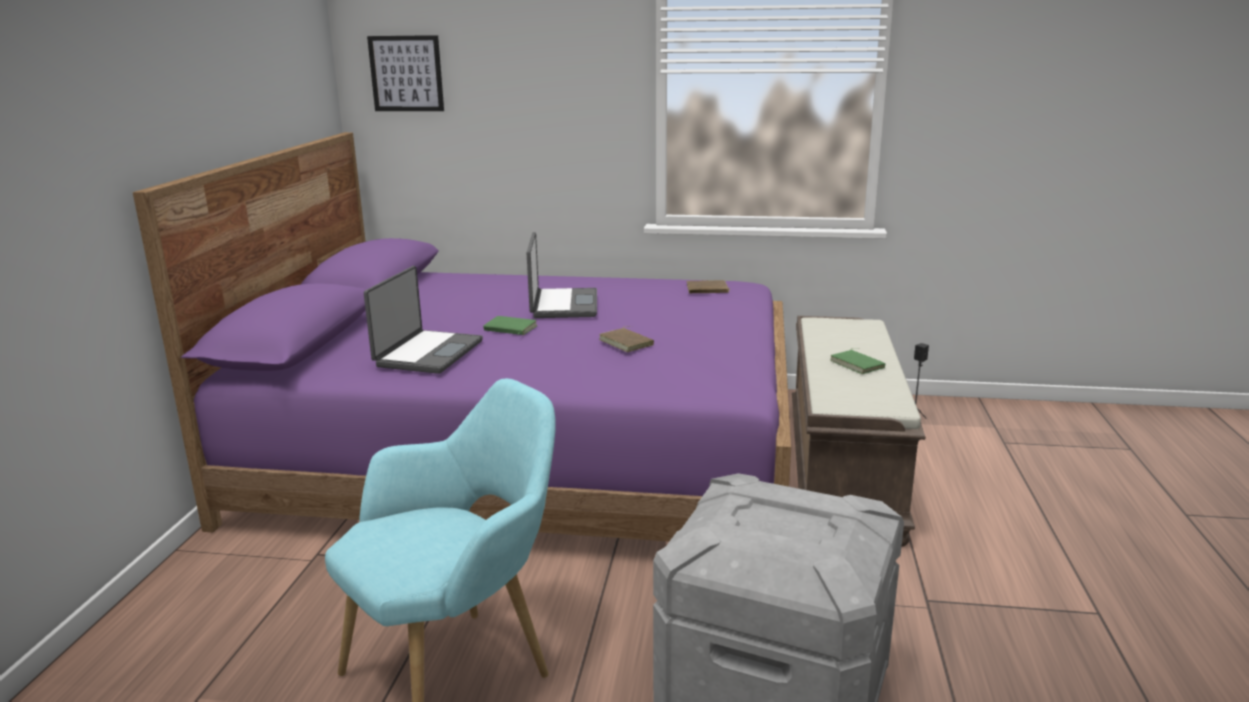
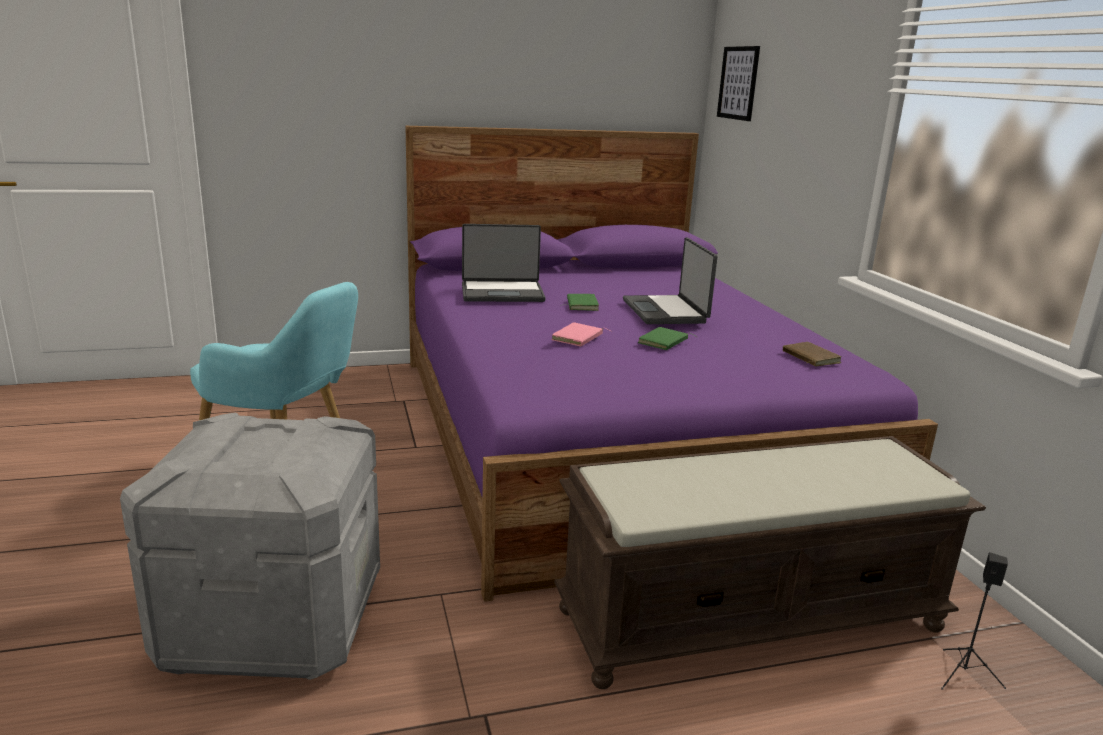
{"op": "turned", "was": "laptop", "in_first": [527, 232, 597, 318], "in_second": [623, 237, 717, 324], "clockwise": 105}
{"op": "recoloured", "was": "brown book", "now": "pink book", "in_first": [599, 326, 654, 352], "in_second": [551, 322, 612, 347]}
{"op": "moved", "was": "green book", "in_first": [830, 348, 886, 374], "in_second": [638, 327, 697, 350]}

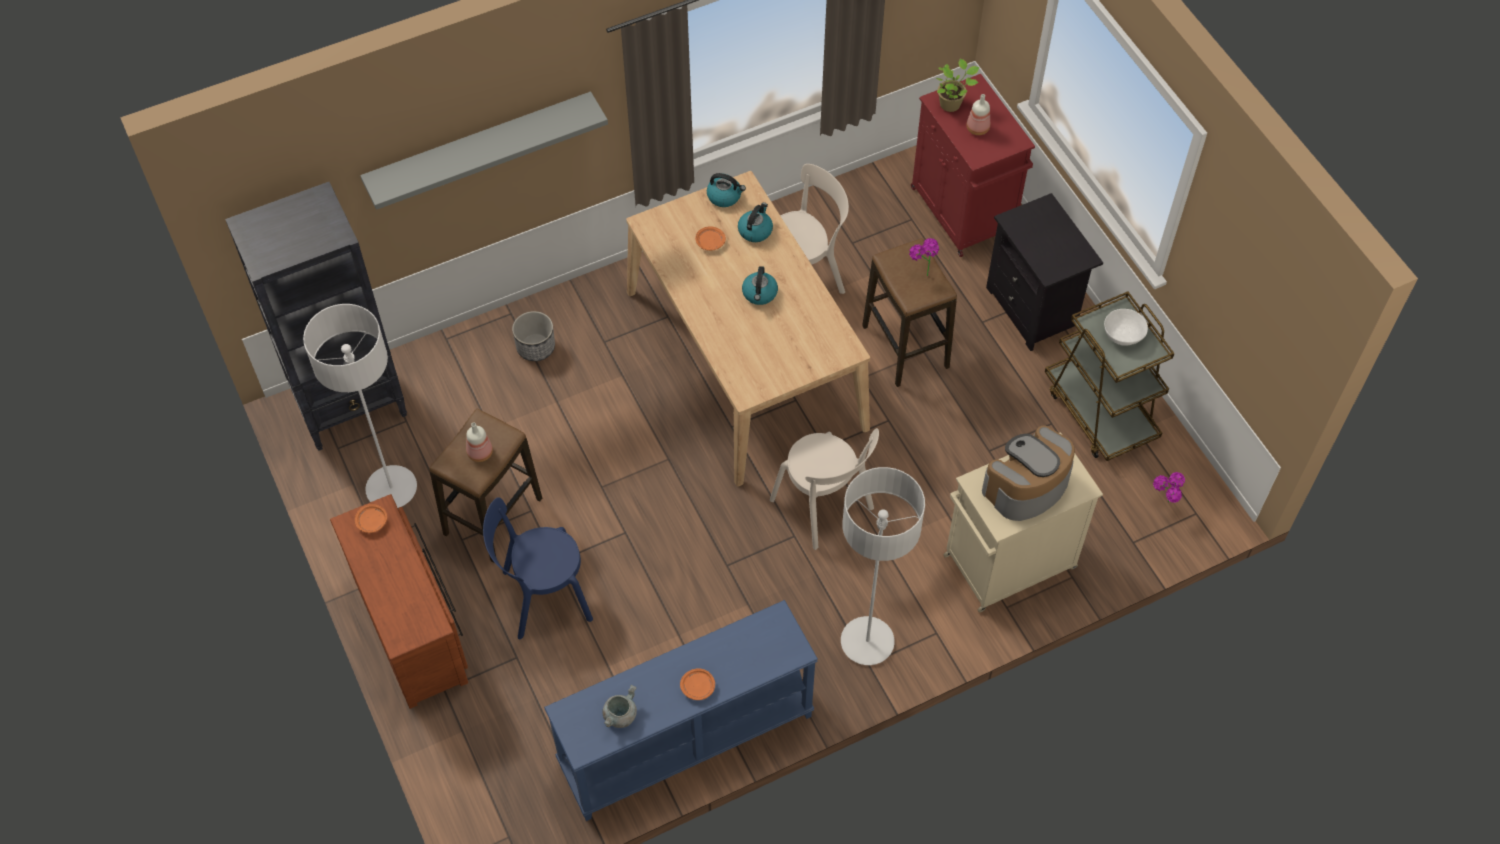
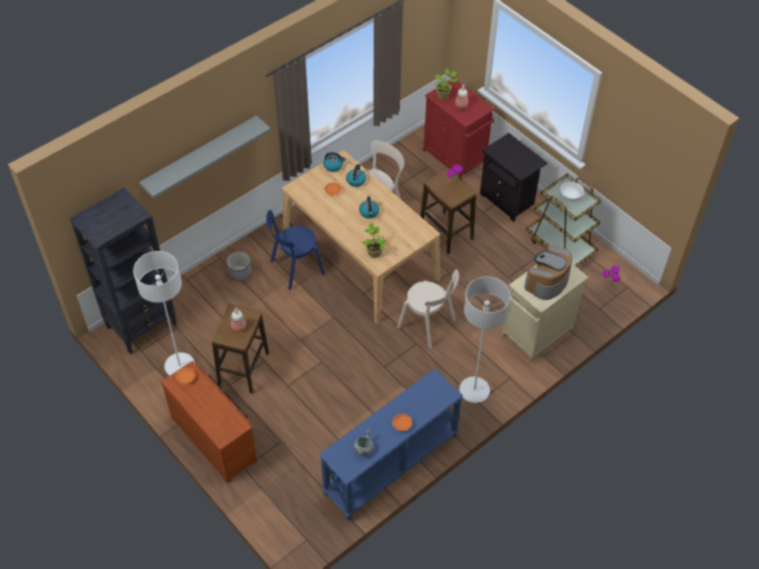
{"op": "moved", "was": "blue chair", "in_first": [483, 497, 593, 639], "in_second": [266, 210, 325, 290]}
{"op": "added", "now": "potted plant", "in_second": [362, 223, 386, 258]}

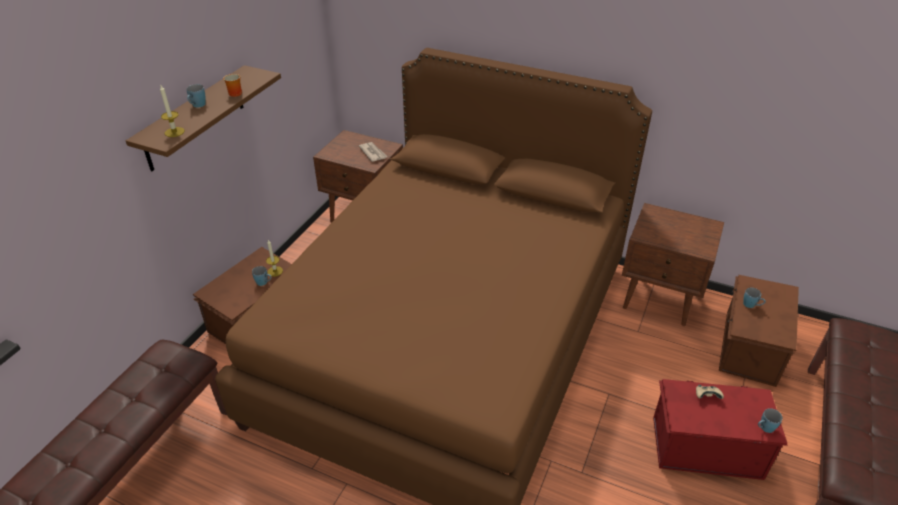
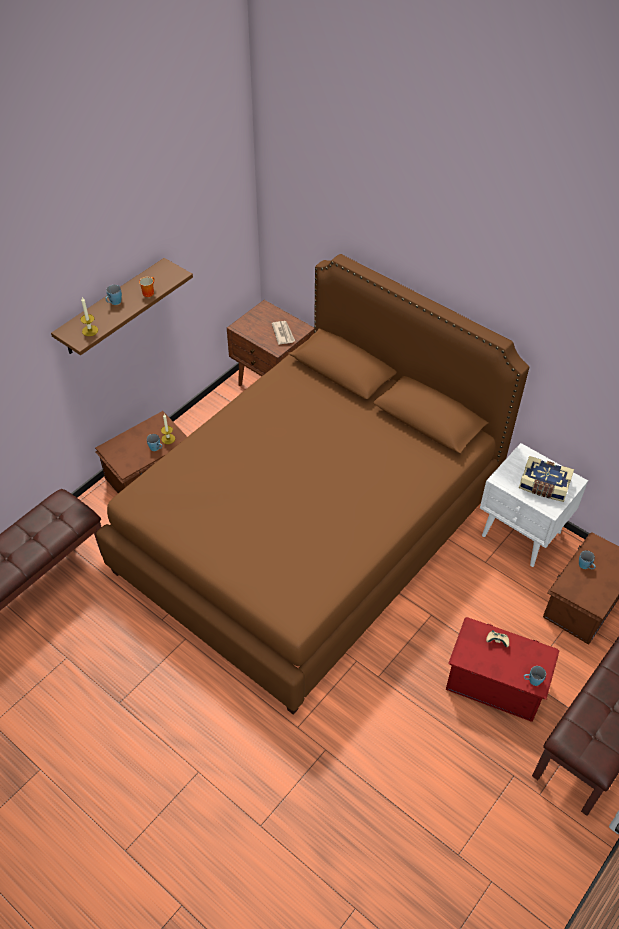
{"op": "recoloured", "was": "brown nightstand", "now": "white nightstand", "in_first": [622, 203, 724, 326], "in_second": [480, 443, 588, 567]}
{"op": "added", "now": "book", "in_second": [519, 456, 574, 502]}

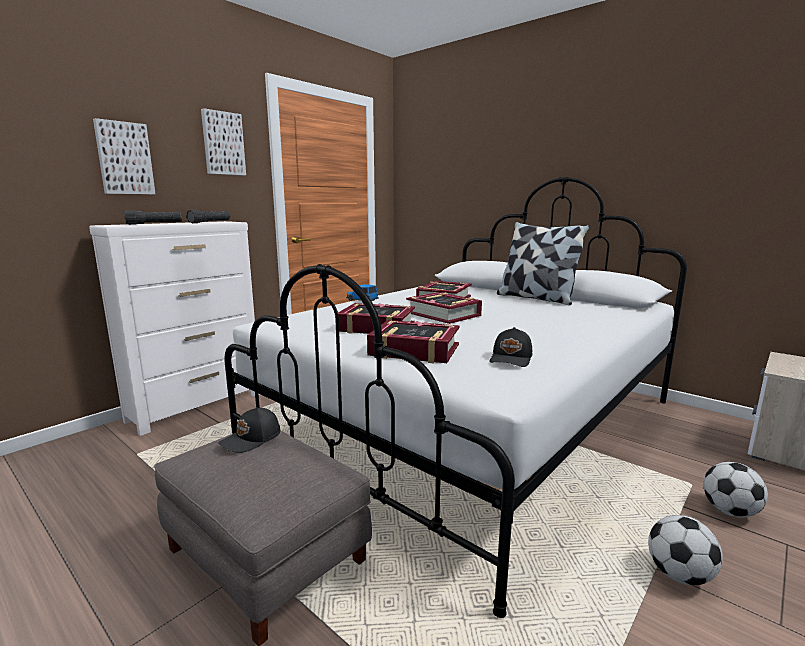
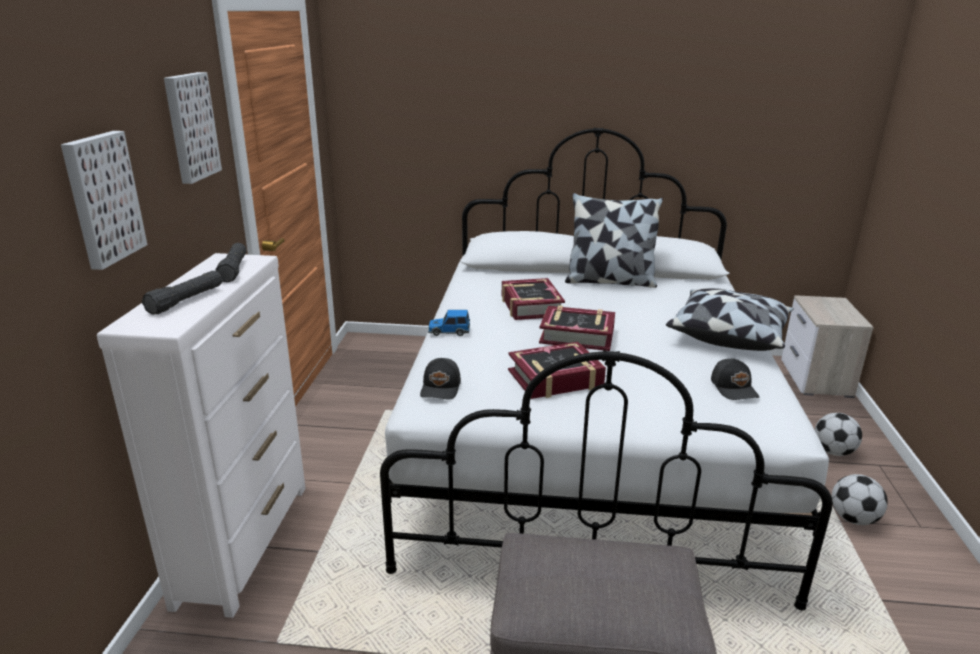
{"op": "removed", "was": "book", "in_first": [367, 320, 460, 364]}
{"op": "moved", "was": "black cap", "in_first": [218, 407, 280, 453], "in_second": [420, 358, 461, 400]}
{"op": "added", "now": "pillow", "in_second": [666, 288, 794, 351]}

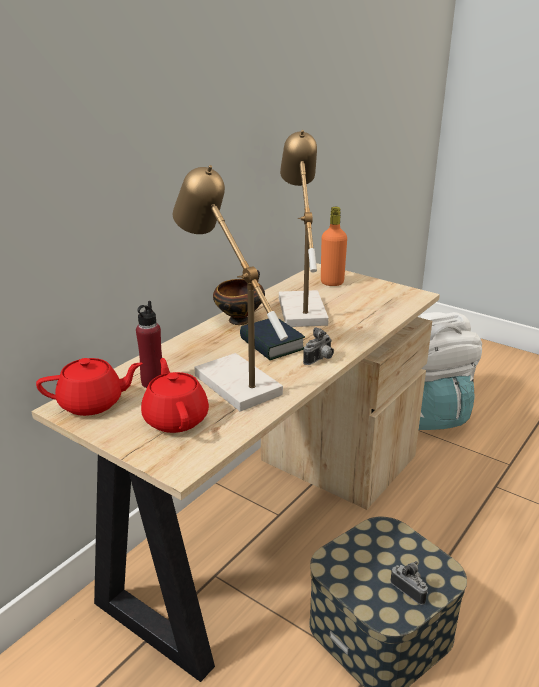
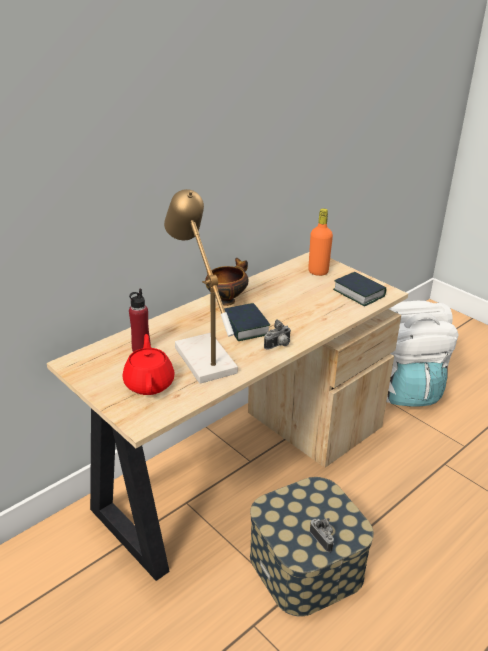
{"op": "removed", "was": "table lamp", "in_first": [279, 130, 329, 327]}
{"op": "removed", "was": "red teapot", "in_first": [36, 358, 143, 416]}
{"op": "added", "now": "book", "in_second": [333, 272, 386, 306]}

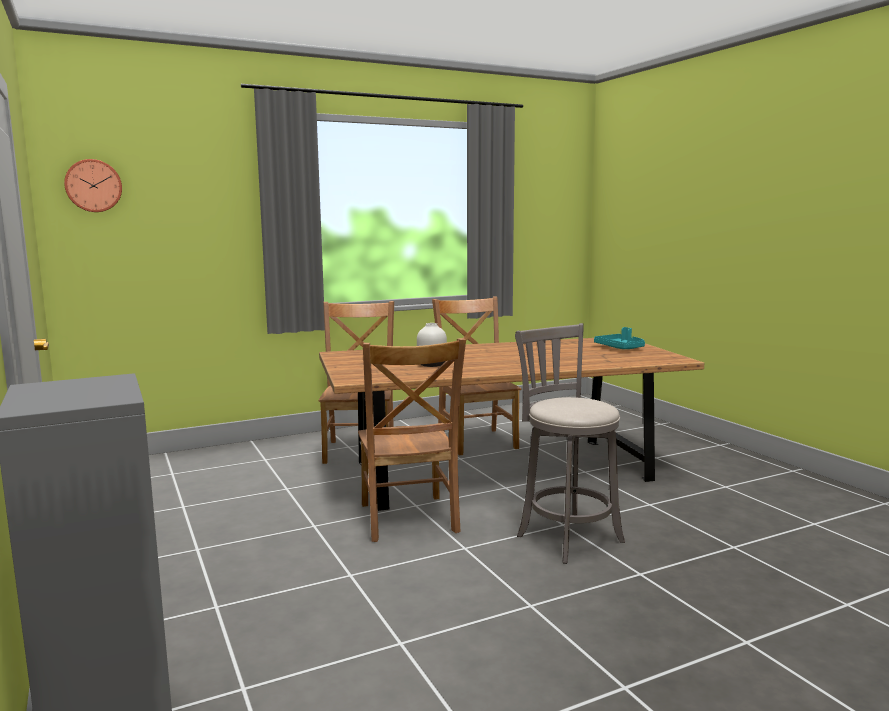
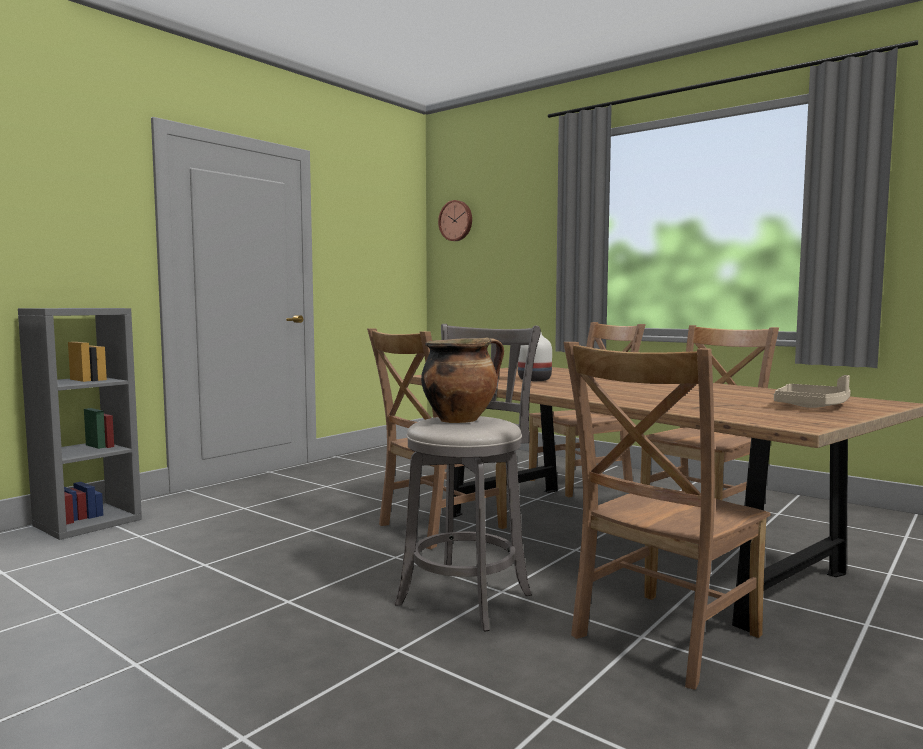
{"op": "recoloured", "was": "turquoise tray", "now": "beige tray", "in_first": [594, 327, 645, 349], "in_second": [774, 375, 851, 408]}
{"op": "added", "now": "cooking pot", "in_second": [421, 338, 504, 423]}
{"op": "added", "now": "brown chair", "in_second": [563, 342, 771, 690]}

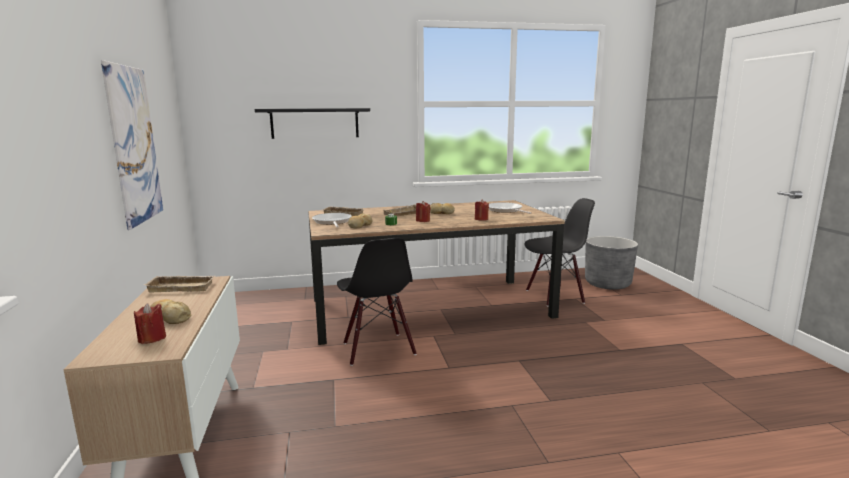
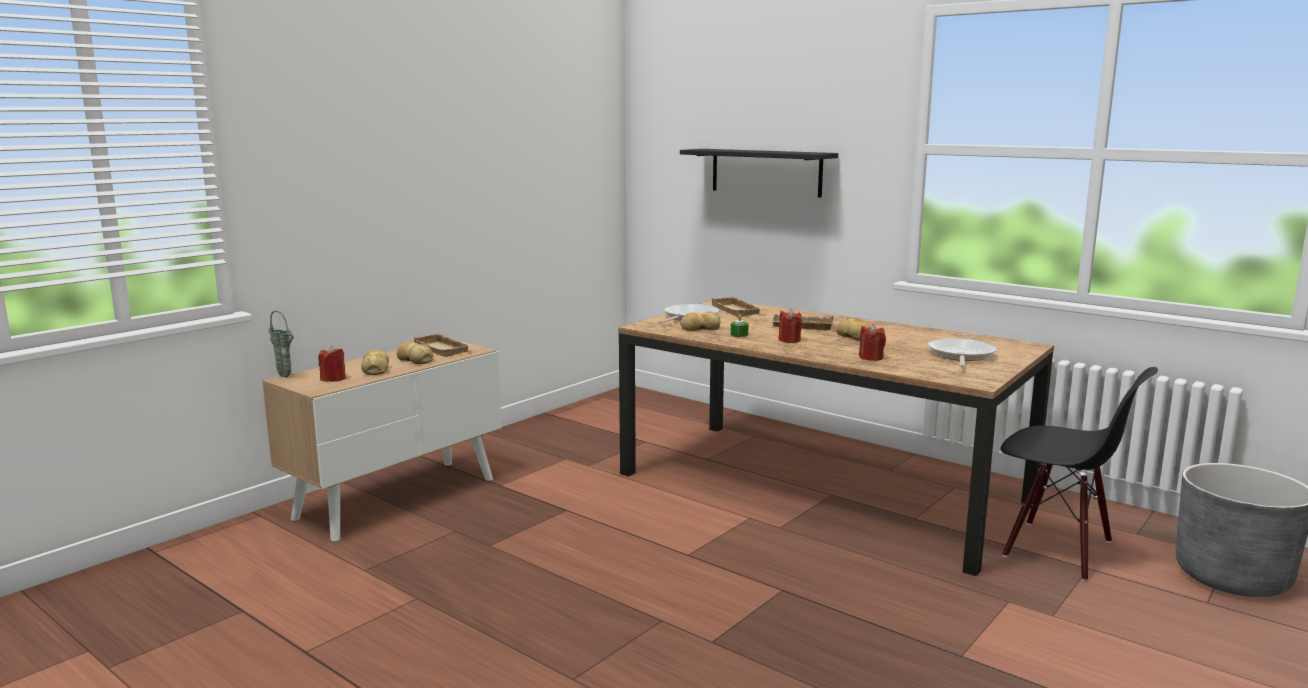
{"op": "removed", "was": "picture", "in_first": [101, 60, 163, 230]}
{"op": "removed", "was": "black chair", "in_first": [337, 238, 417, 366]}
{"op": "added", "now": "green vase", "in_second": [268, 310, 294, 377]}
{"op": "added", "now": "bread", "in_second": [397, 342, 434, 364]}

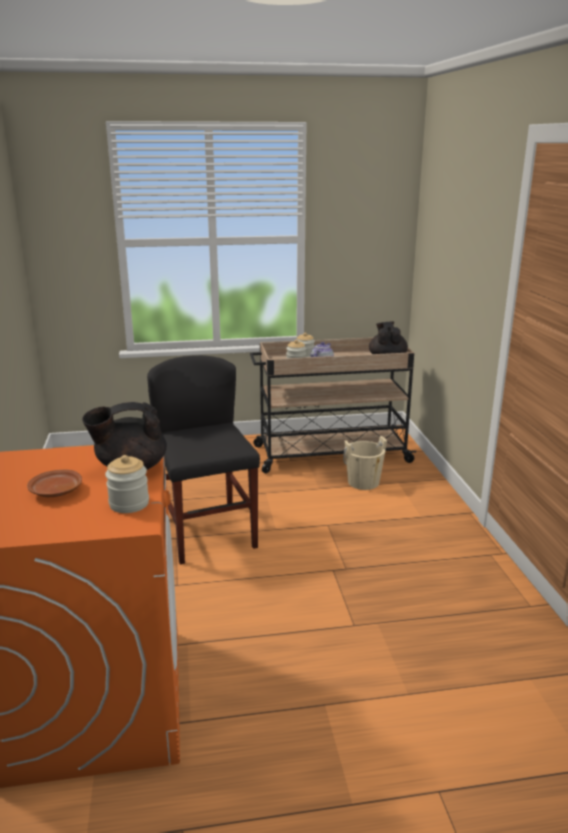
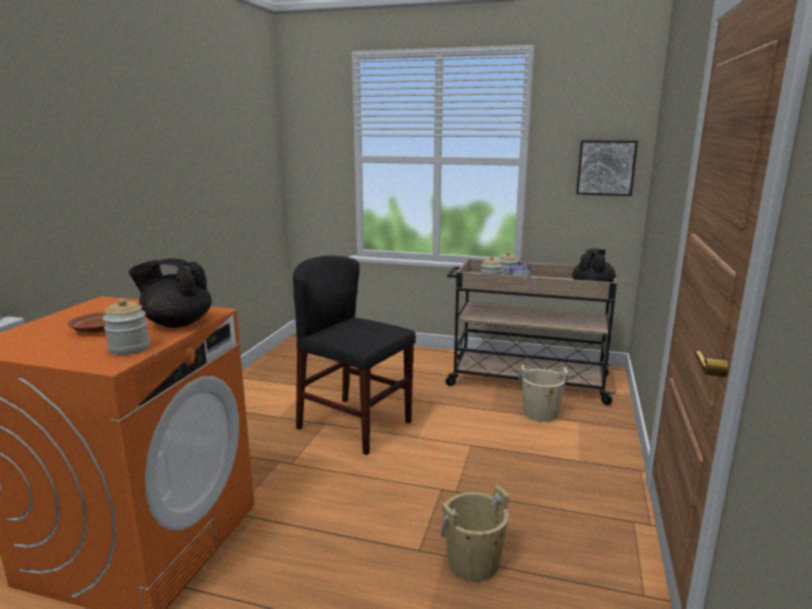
{"op": "turned", "was": "black chair", "in_first": [147, 355, 260, 565], "in_second": [293, 256, 416, 455], "clockwise": -60}
{"op": "added", "now": "picture", "in_second": [576, 140, 638, 196]}
{"op": "added", "now": "beige bucket", "in_second": [441, 485, 509, 582]}

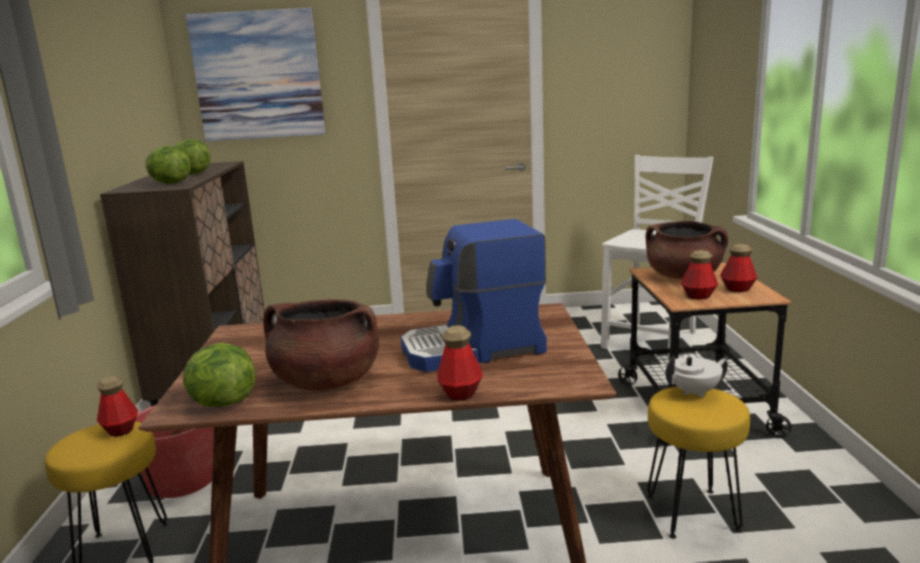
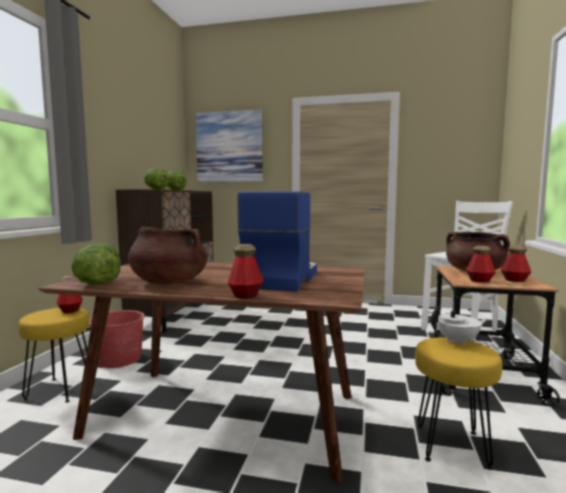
{"op": "turned", "was": "coffee machine", "in_first": [401, 219, 547, 372], "in_second": [237, 191, 317, 292], "clockwise": 105}

